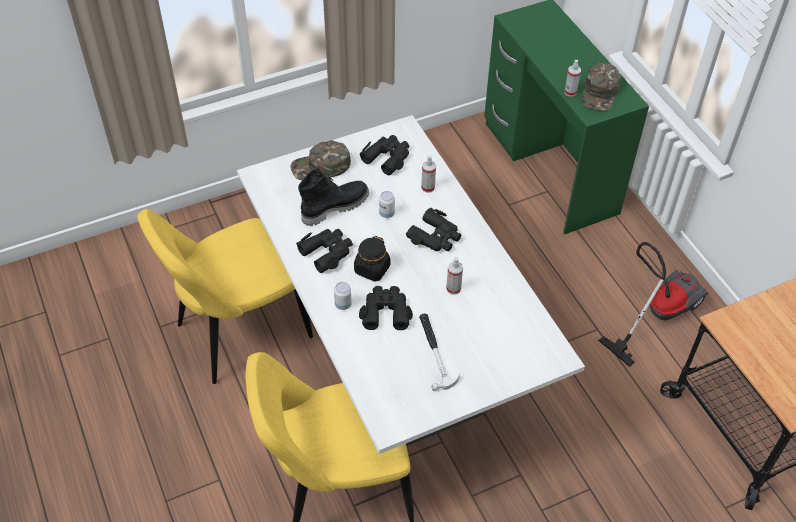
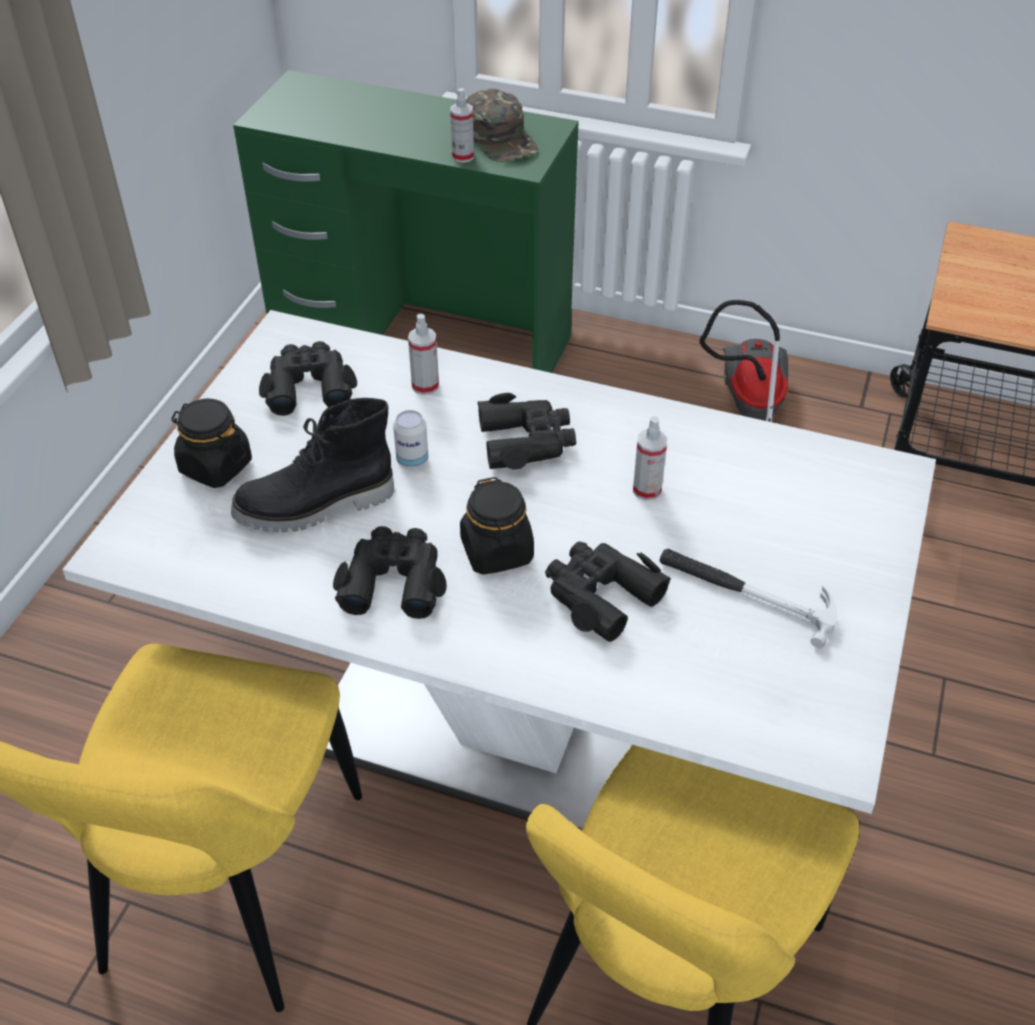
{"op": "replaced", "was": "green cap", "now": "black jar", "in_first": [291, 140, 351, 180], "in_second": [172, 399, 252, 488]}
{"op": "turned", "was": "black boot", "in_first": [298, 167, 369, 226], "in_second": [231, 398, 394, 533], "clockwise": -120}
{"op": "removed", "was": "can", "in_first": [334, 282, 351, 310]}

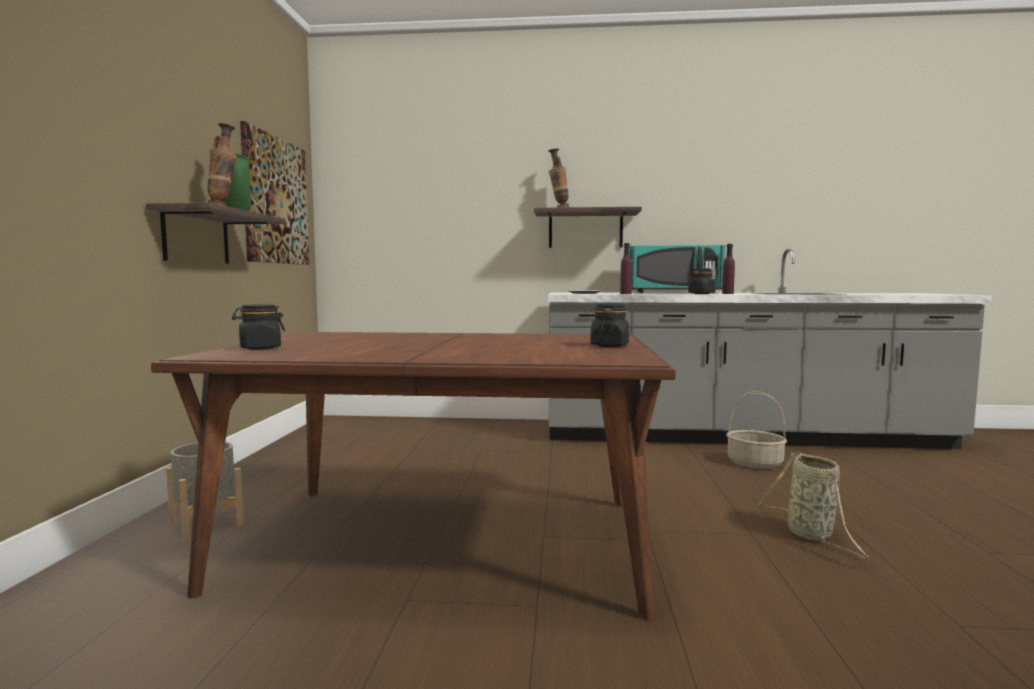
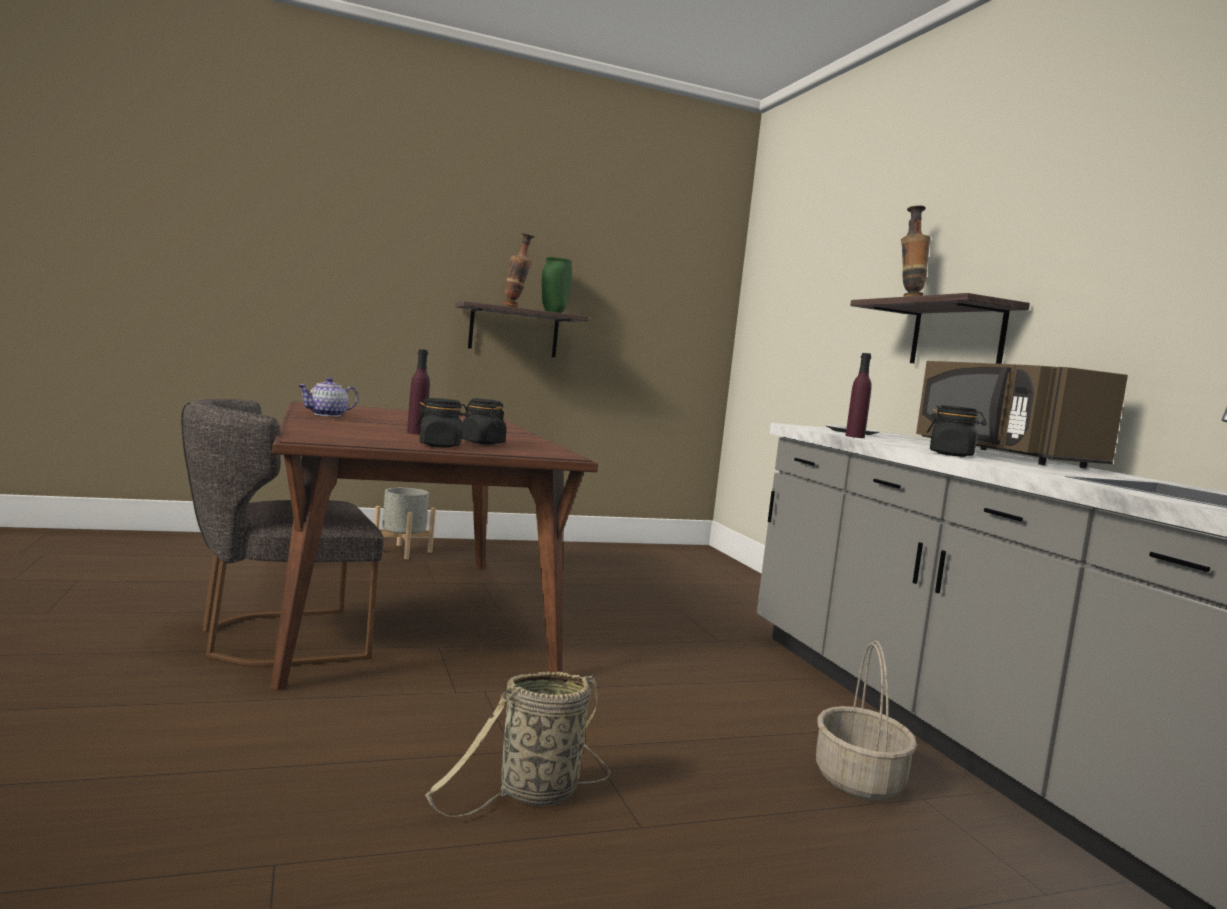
{"op": "removed", "was": "picture", "in_first": [240, 121, 309, 265]}
{"op": "moved", "was": "purple bottle", "in_first": [722, 244, 735, 294], "in_second": [407, 349, 430, 435]}
{"op": "recoloured", "was": "turquoise microwave", "now": "brown microwave", "in_first": [629, 245, 725, 293], "in_second": [916, 361, 1128, 468]}
{"op": "moved", "was": "black jar", "in_first": [232, 304, 285, 350], "in_second": [461, 399, 507, 444]}
{"op": "added", "now": "teapot", "in_second": [298, 377, 359, 417]}
{"op": "added", "now": "grey chair", "in_second": [181, 399, 383, 667]}

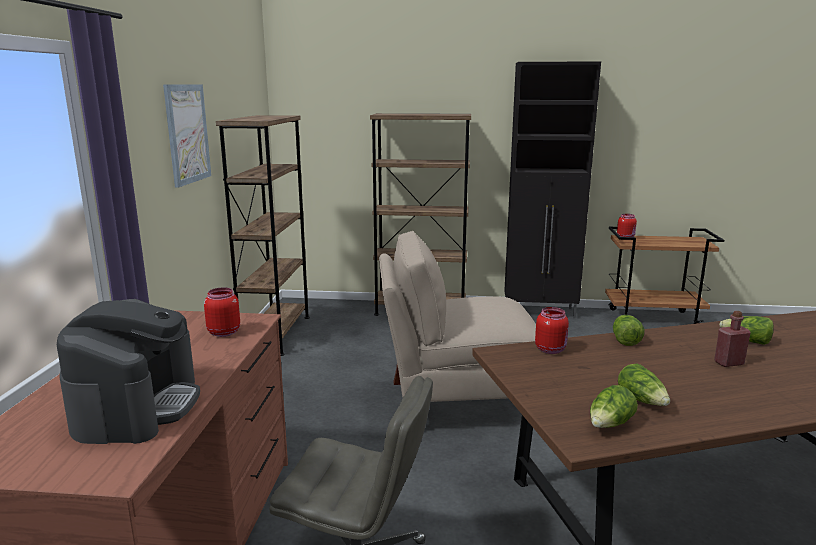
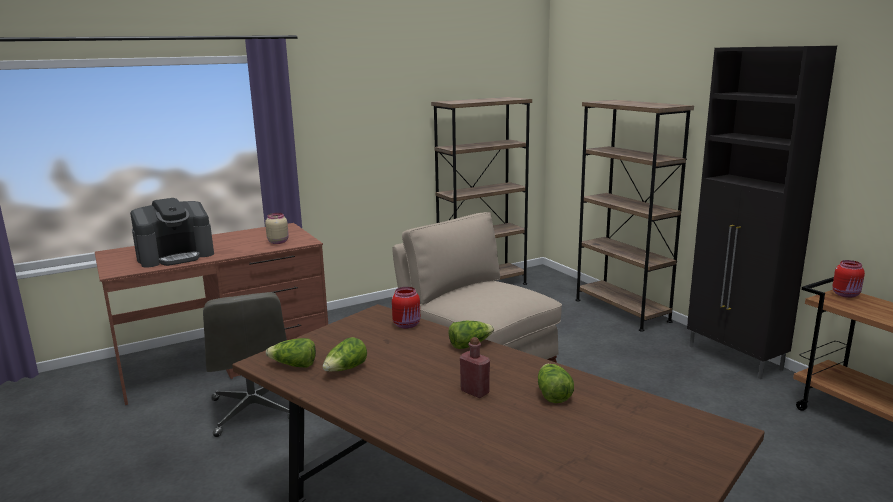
{"op": "removed", "was": "picture", "in_first": [163, 84, 211, 188]}
{"op": "recoloured", "was": "red jar", "now": "beige jar", "in_first": [204, 287, 240, 337], "in_second": [265, 213, 289, 244]}

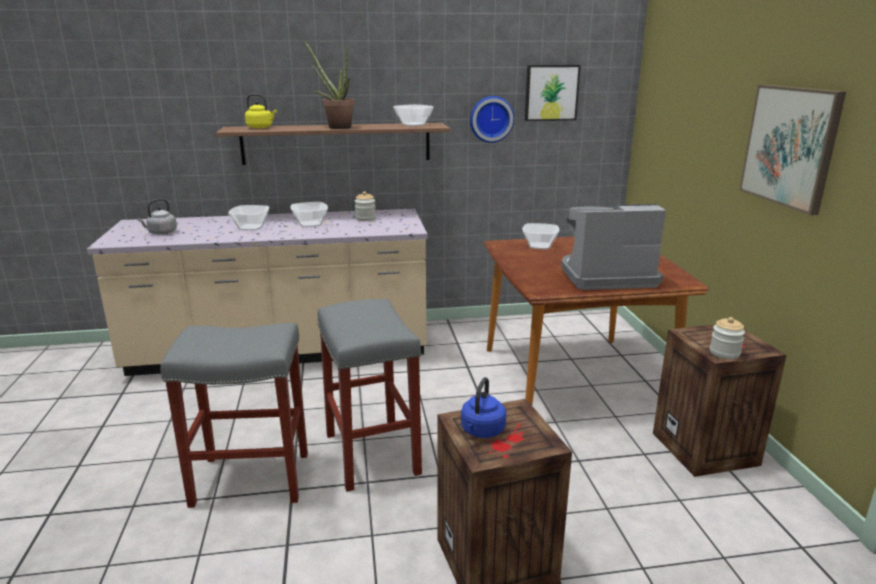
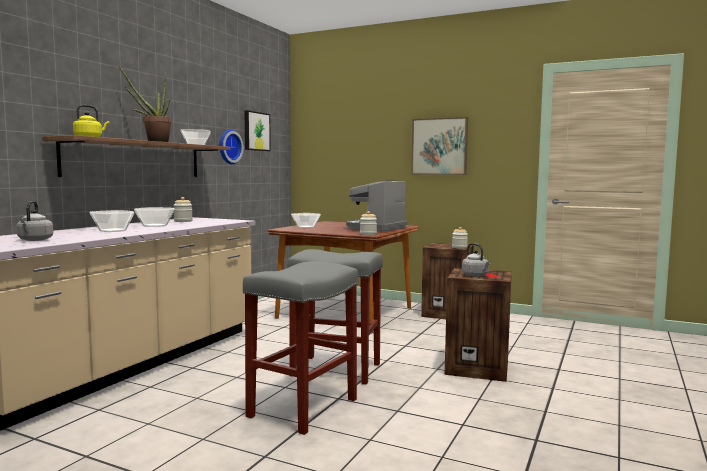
{"op": "recoloured", "was": "blue kettle", "now": "grey kettle", "in_first": [461, 377, 506, 438], "in_second": [462, 243, 491, 277]}
{"op": "added", "now": "jar", "in_second": [360, 211, 377, 235]}

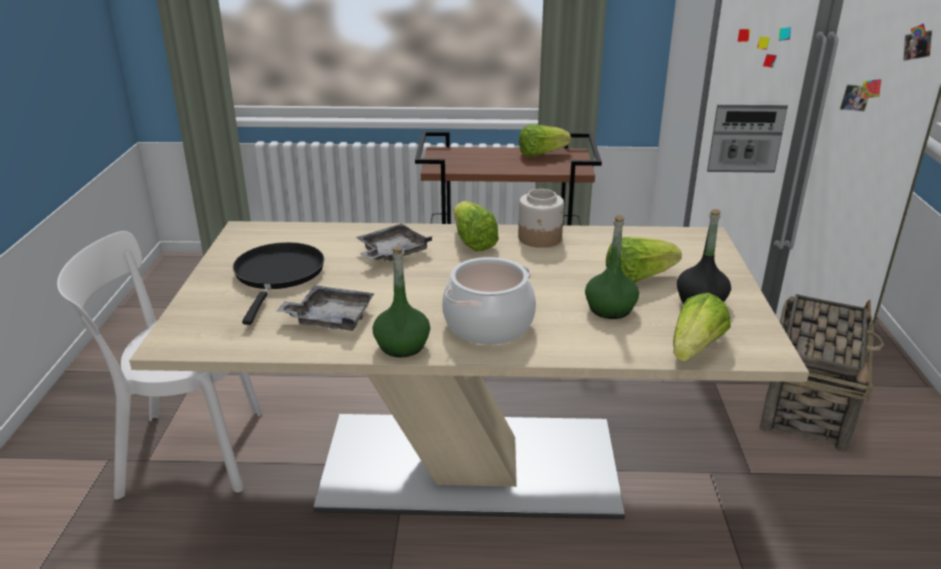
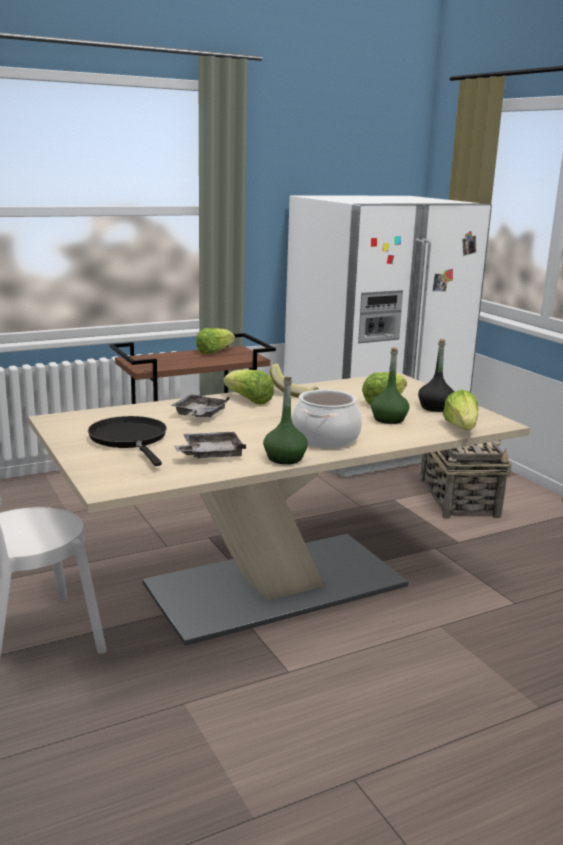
{"op": "replaced", "was": "jar", "now": "banana", "in_first": [518, 189, 564, 248], "in_second": [270, 363, 319, 397]}

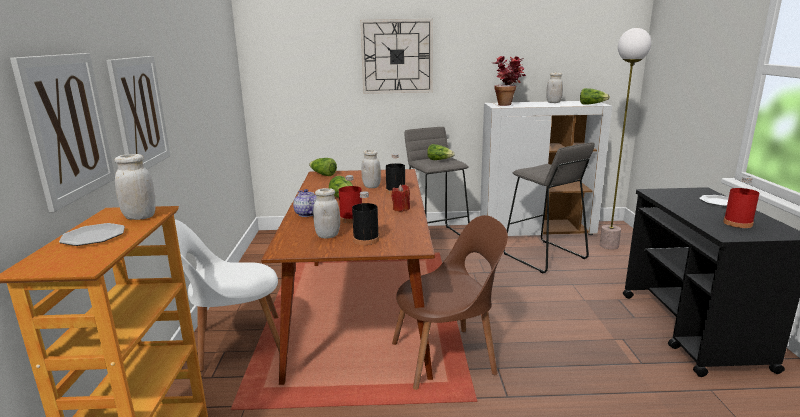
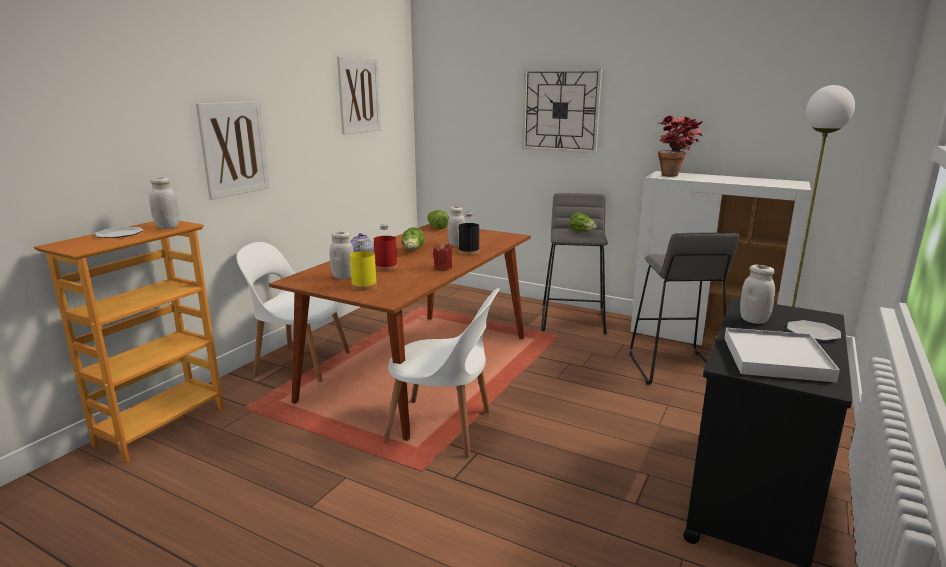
{"op": "moved", "was": "picture", "in_first": [10, 53, 115, 212], "in_second": [337, 57, 381, 135]}
{"op": "moved", "was": "white jar", "in_first": [546, 73, 563, 103], "in_second": [740, 265, 775, 324]}
{"op": "removed", "was": "lettuce", "in_first": [580, 88, 610, 105]}
{"op": "replaced", "was": "red bottle", "now": "white tray", "in_first": [723, 176, 759, 228], "in_second": [724, 328, 840, 383]}
{"op": "recoloured", "was": "black bottle", "now": "yellow bottle", "in_first": [352, 191, 379, 245], "in_second": [350, 239, 377, 291]}
{"op": "recoloured", "was": "brown chair", "now": "white chair", "in_first": [392, 215, 508, 390], "in_second": [383, 288, 499, 458]}

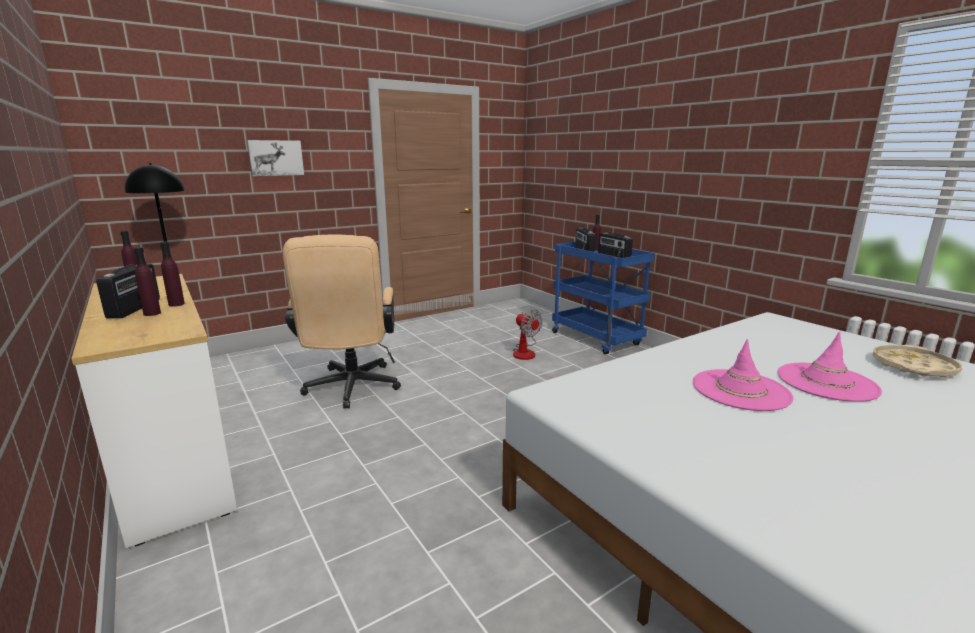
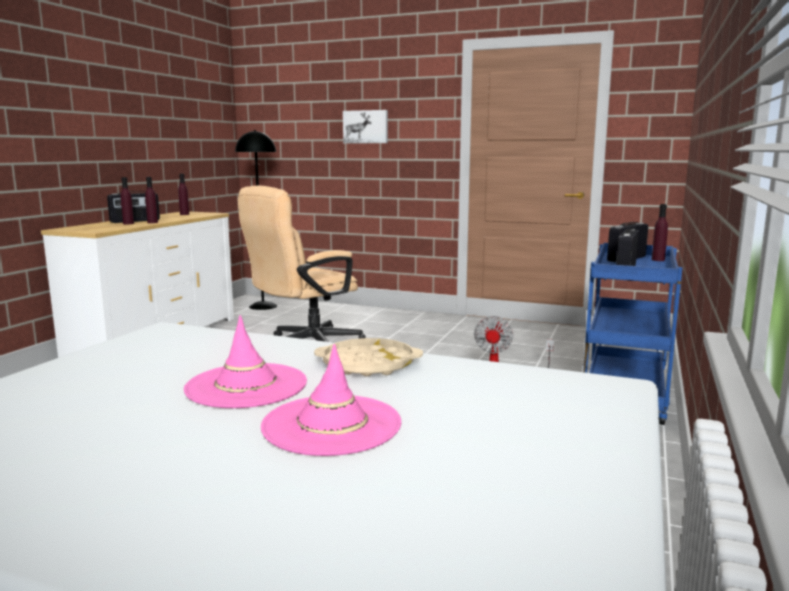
{"op": "moved", "was": "beige tray", "in_first": [873, 345, 962, 377], "in_second": [314, 338, 423, 376]}

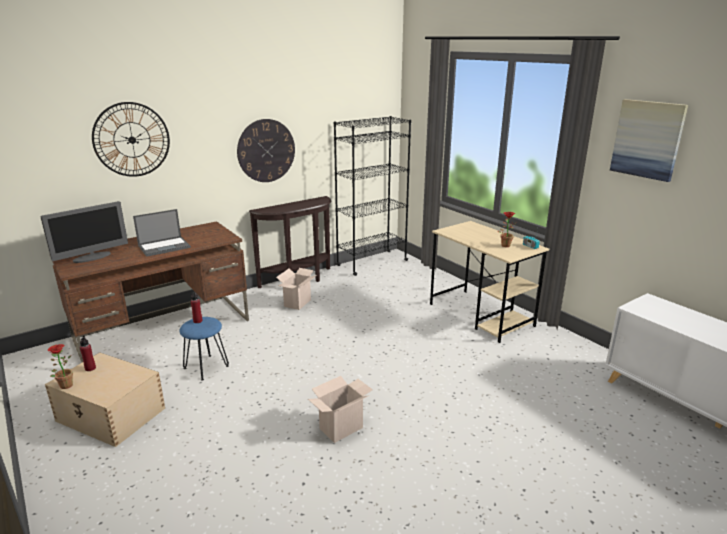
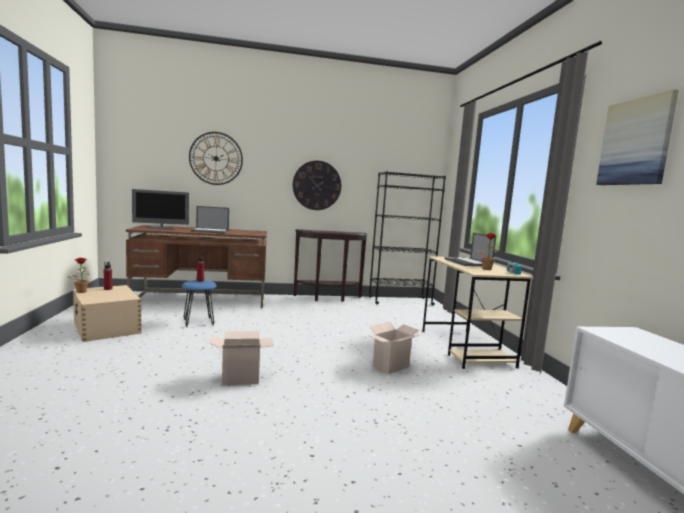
{"op": "moved", "was": "cardboard box", "in_first": [276, 268, 317, 310], "in_second": [367, 322, 421, 374]}
{"op": "added", "now": "laptop", "in_second": [444, 233, 496, 267]}

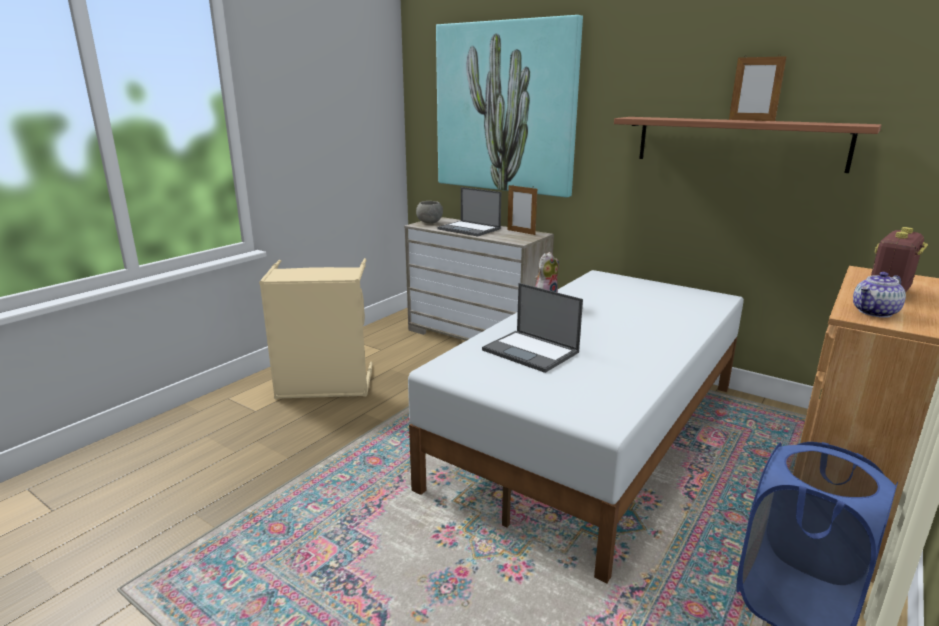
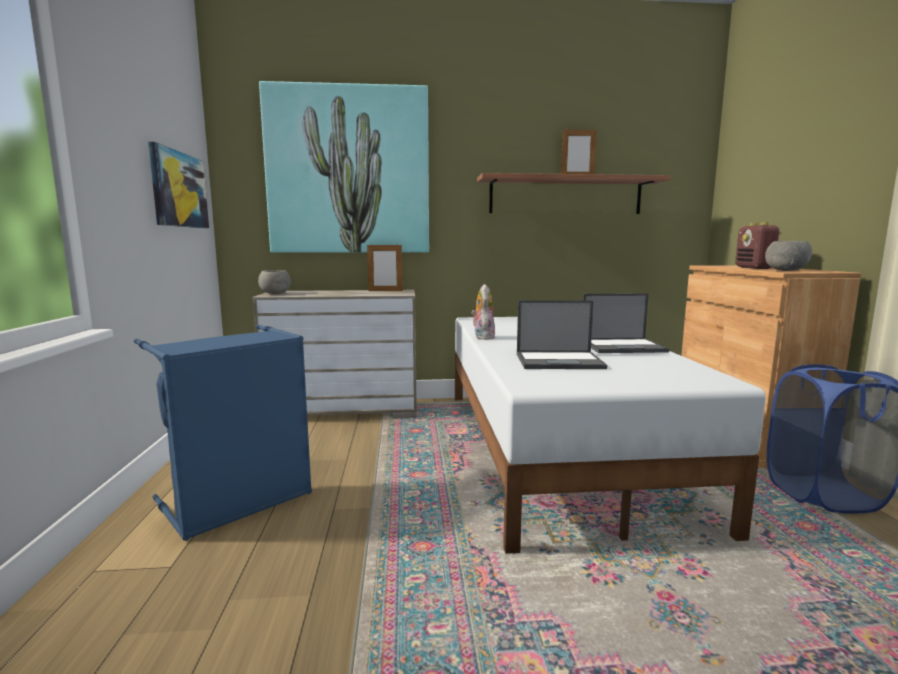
{"op": "moved", "was": "laptop", "in_first": [437, 187, 501, 237], "in_second": [583, 293, 669, 353]}
{"op": "recoloured", "was": "beige laundry basket", "now": "blue laundry basket", "in_first": [259, 258, 373, 400], "in_second": [134, 325, 312, 541]}
{"op": "replaced", "was": "teapot", "now": "grey bowl", "in_first": [853, 272, 906, 318], "in_second": [765, 241, 812, 271]}
{"op": "added", "now": "picture", "in_second": [148, 142, 209, 228]}

